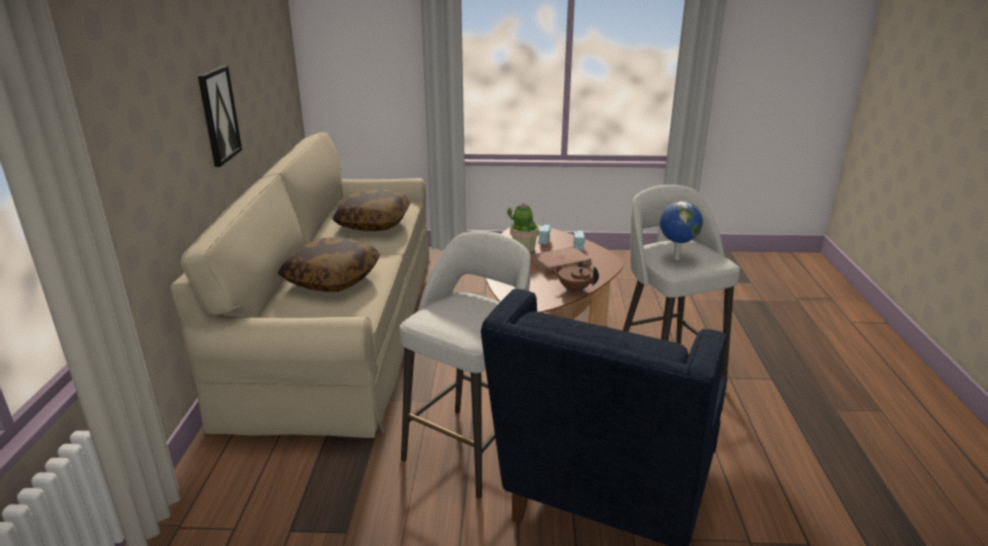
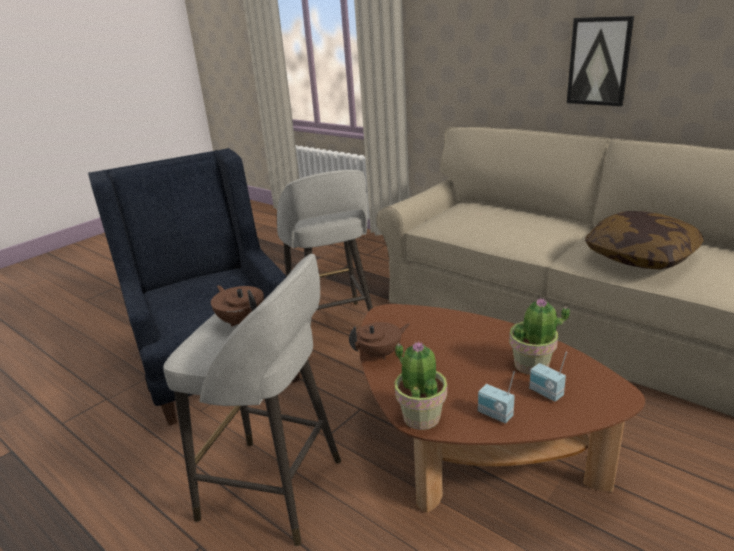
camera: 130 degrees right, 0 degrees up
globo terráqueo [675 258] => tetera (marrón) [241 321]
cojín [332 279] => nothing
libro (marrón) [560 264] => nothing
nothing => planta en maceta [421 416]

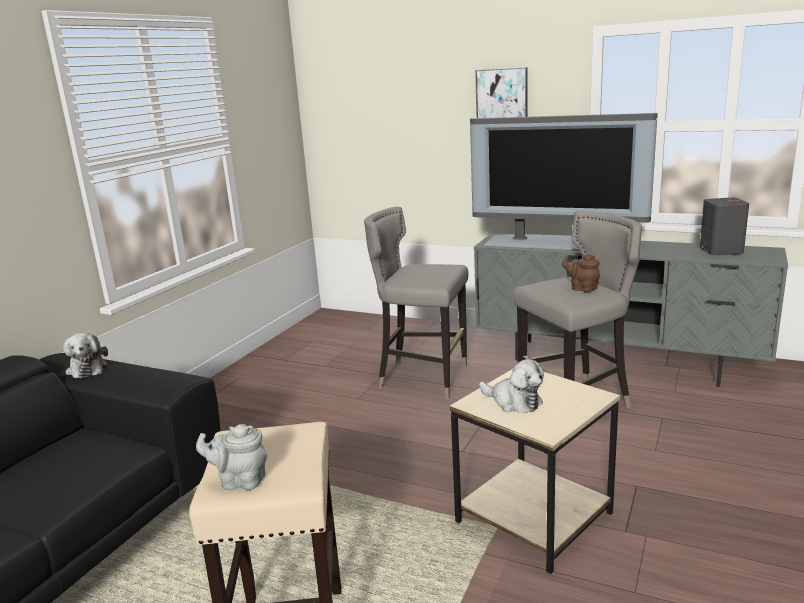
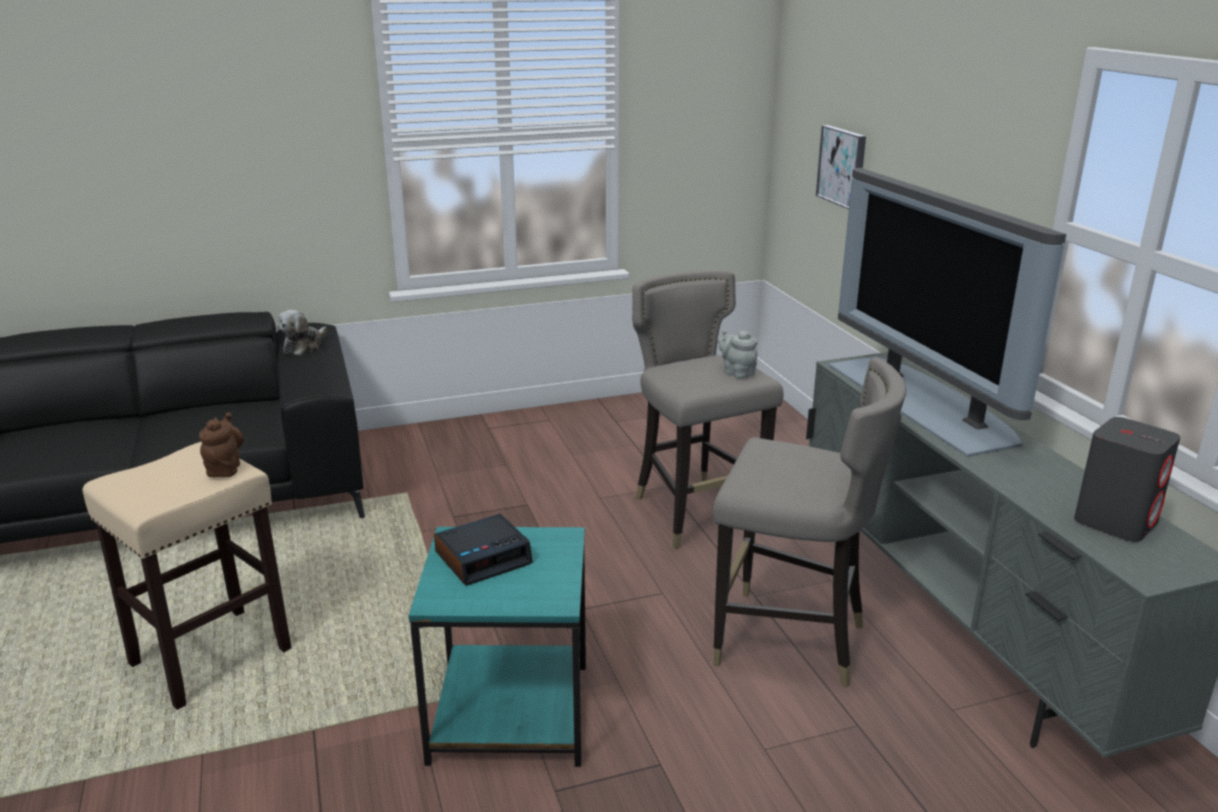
camera: 45 degrees right, 5 degrees up
cuadro [502 95] => cuadro [843 166], shifted
tetera (marrón) [582 288] => tetera (marrón) [225 468], shifted
peluche [514 402] => despertador [483 557]
mesa auxiliar (beis) [533 516] => mesa auxiliar (turquesa) [512 711]
tetera (gris) [240 481] => tetera (gris) [736 372], shifted

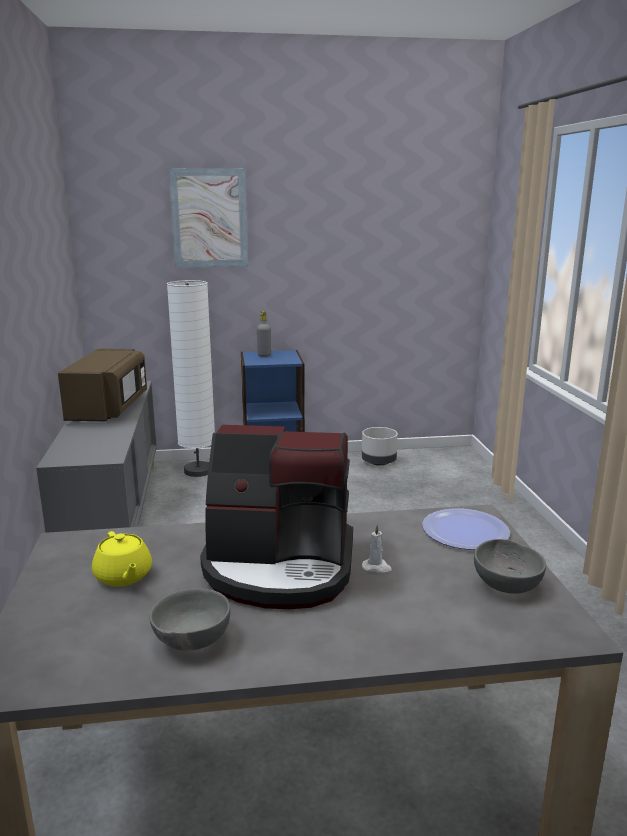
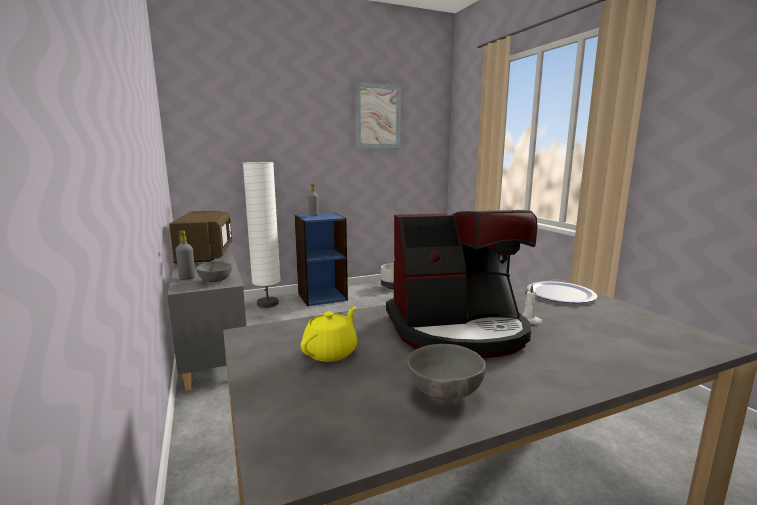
camera: 15 degrees left, 5 degrees down
cuadro [209 218] => cuadro [378 116], shifted
tetera (amarillo) [123 576] => tetera (amarillo) [331 352], 105 degrees counterclockwise
cuenco (gris) [507 585] => cuenco (gris) [216 280], shifted
nothing => botella (gris) [187 278]

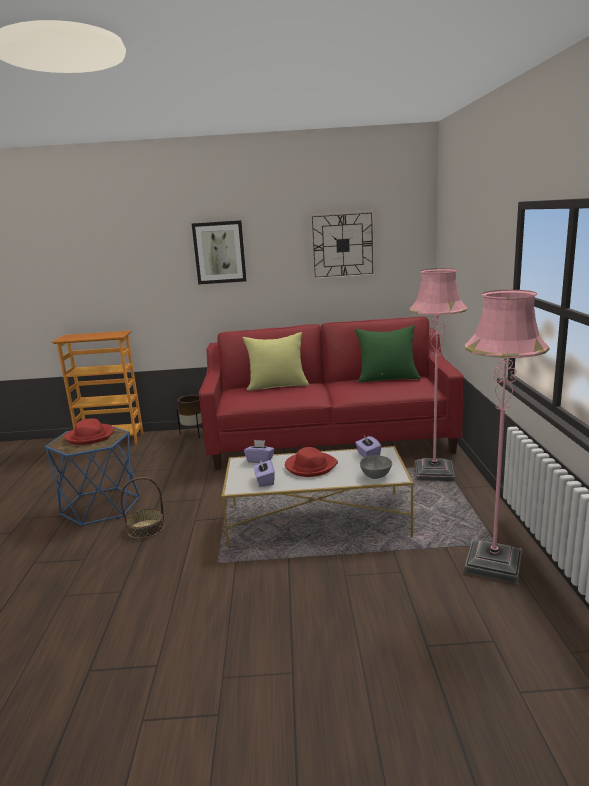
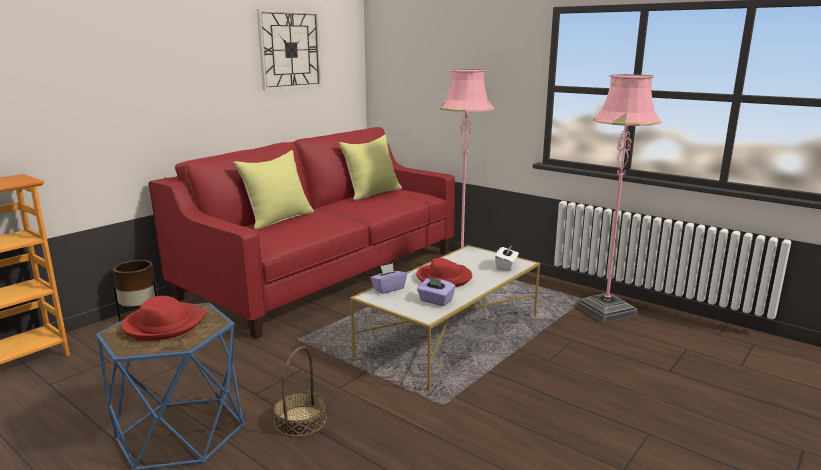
camera: 50 degrees left, 0 degrees up
cuadro [219 252] => nothing
cojín (verde) [387 378] => cojín (amarillo) [372 193]
caja de pañuelos (morado) [368 455] => nothing
cuenco (gris) [376 475] => caja de pañuelos (blanco) [506 267]

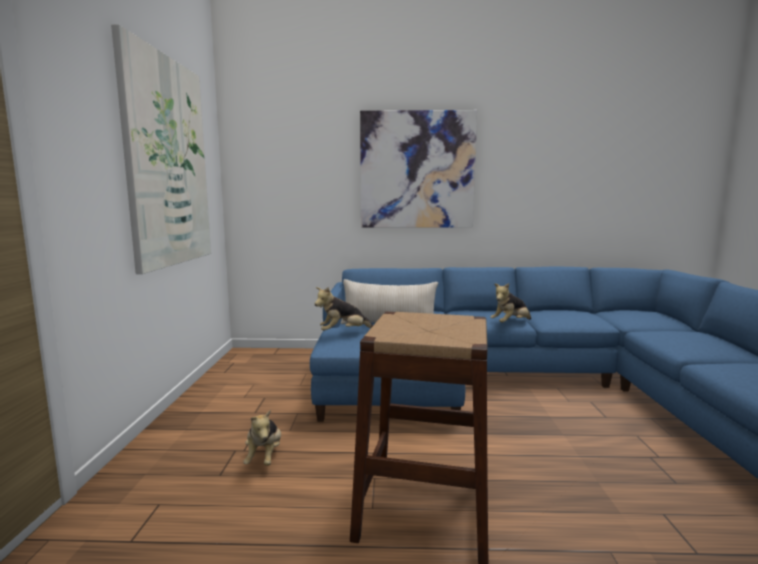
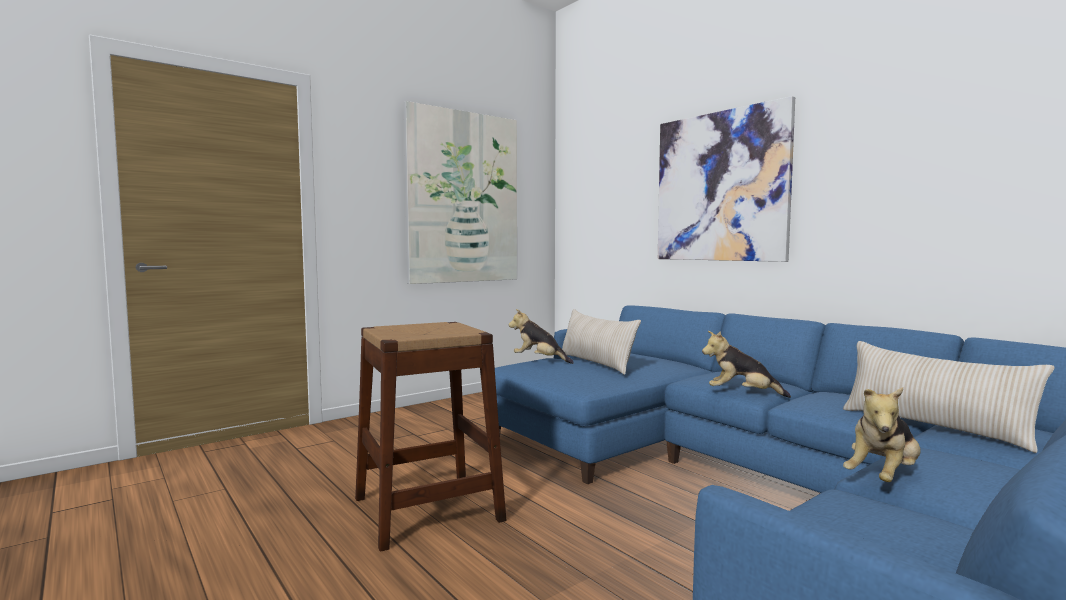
camera: 50 degrees right, 5 degrees down
peluche [264 457] => peluche [883 477], shifted
nothing => cojín (beis) [933 427]

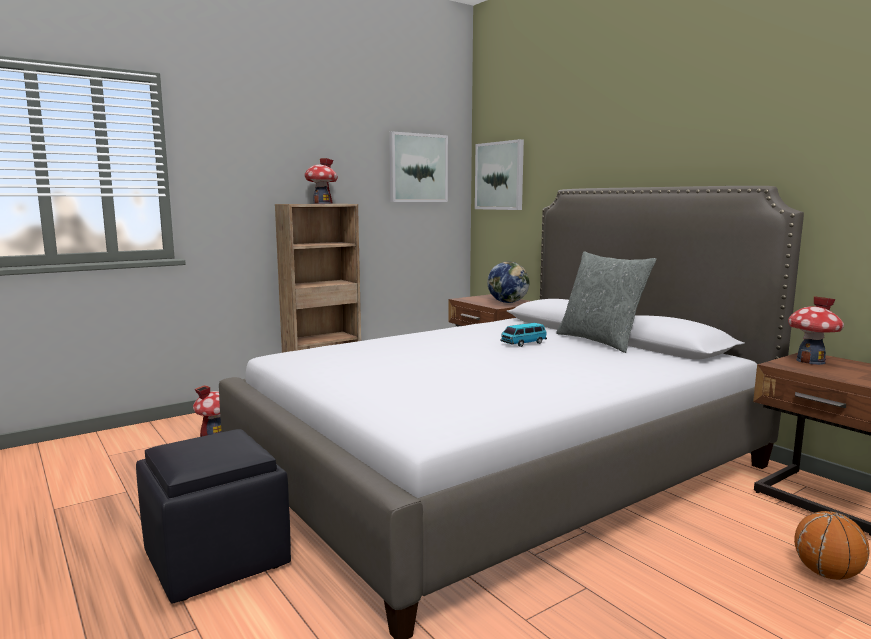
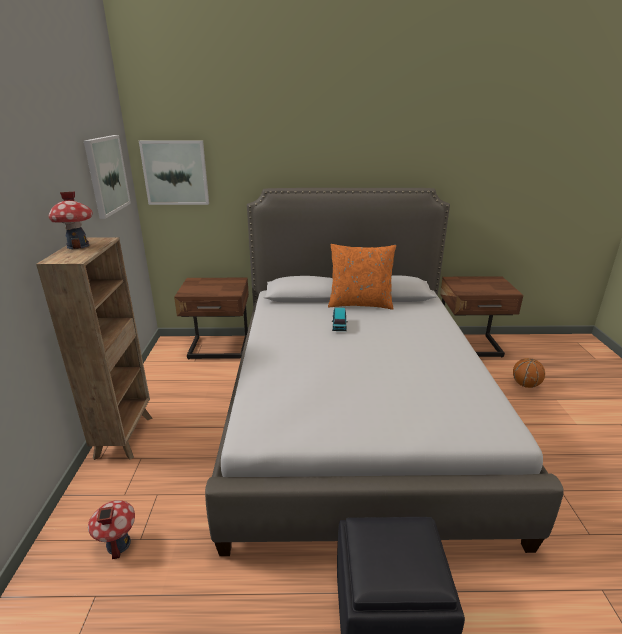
camera: 55 degrees left, 15 degrees up
cojín (gris) [600 341] => cojín (naranja) [360 304]
globo terráqueo [508 302] => nothing
casita [811 361] => nothing

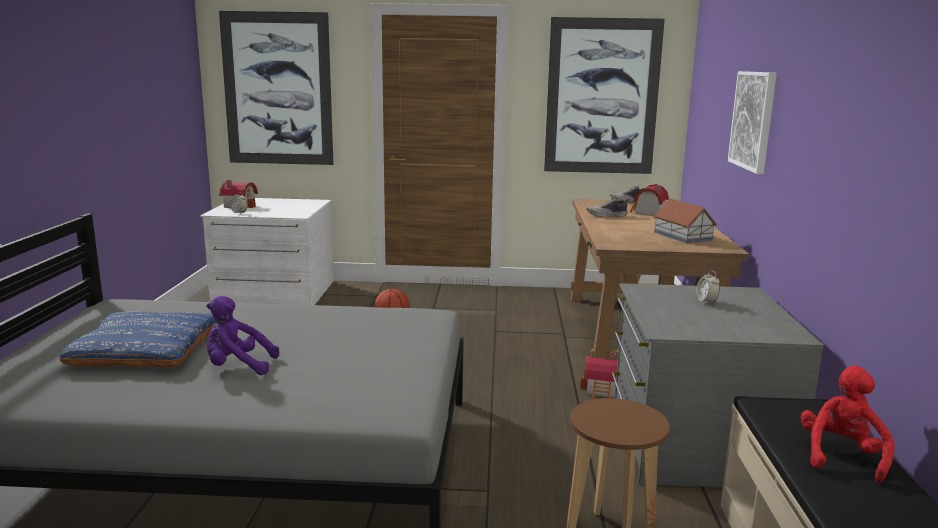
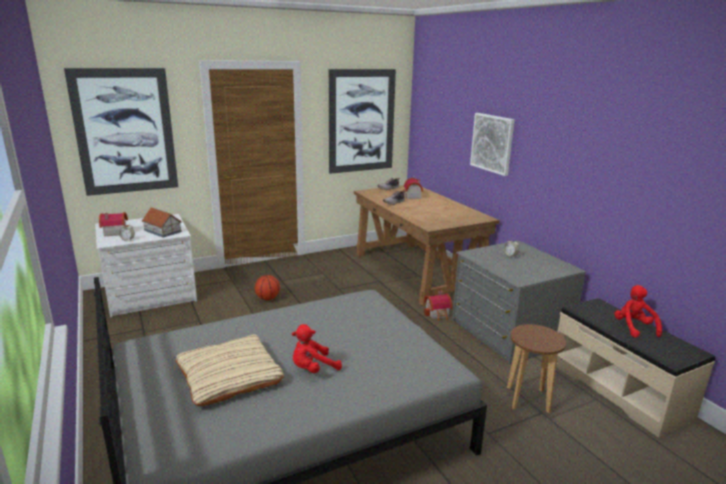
camera: 30 degrees left, 5 degrees up
casita [682 236] => casita [162 231], shifted
peluche (morado) [238 367] => peluche (rojo) [313 369]
cojín (azul) [145 349] => cojín (beis) [229 375]

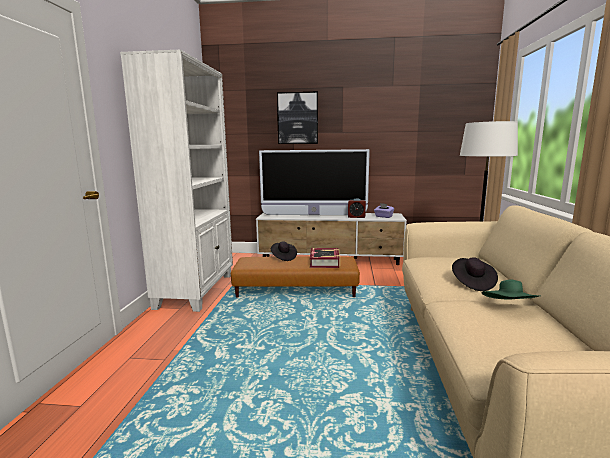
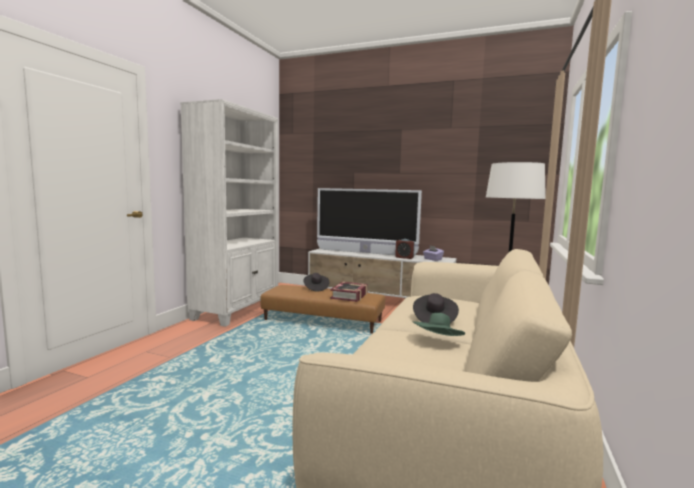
camera: 15 degrees right, 5 degrees down
cuadro [297 118] => nothing

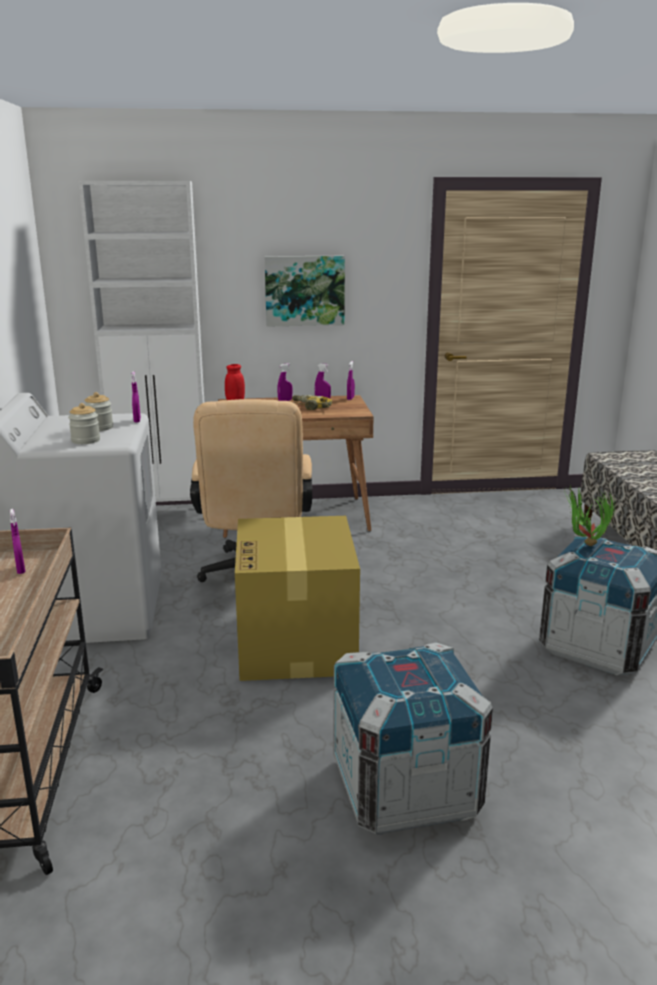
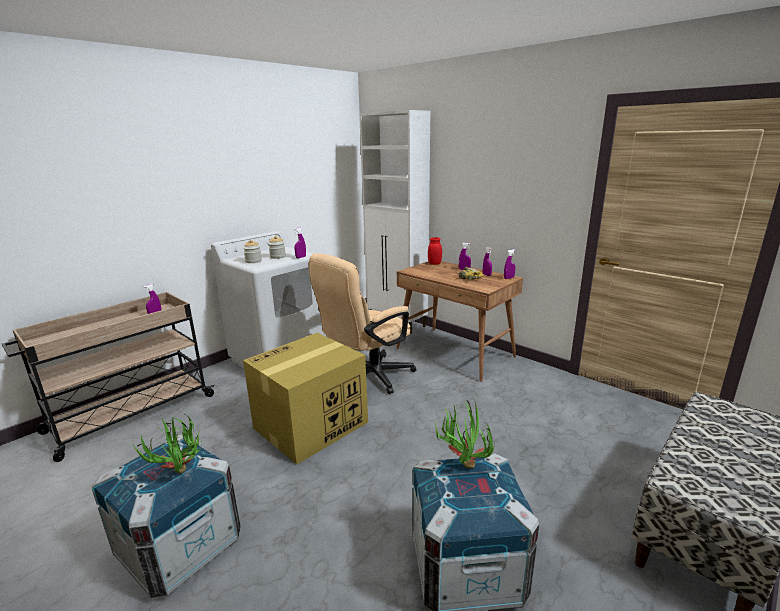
camera: 50 degrees right, 0 degrees up
cuadro [304 290] => nothing
nothing => planta en maceta [181 477]

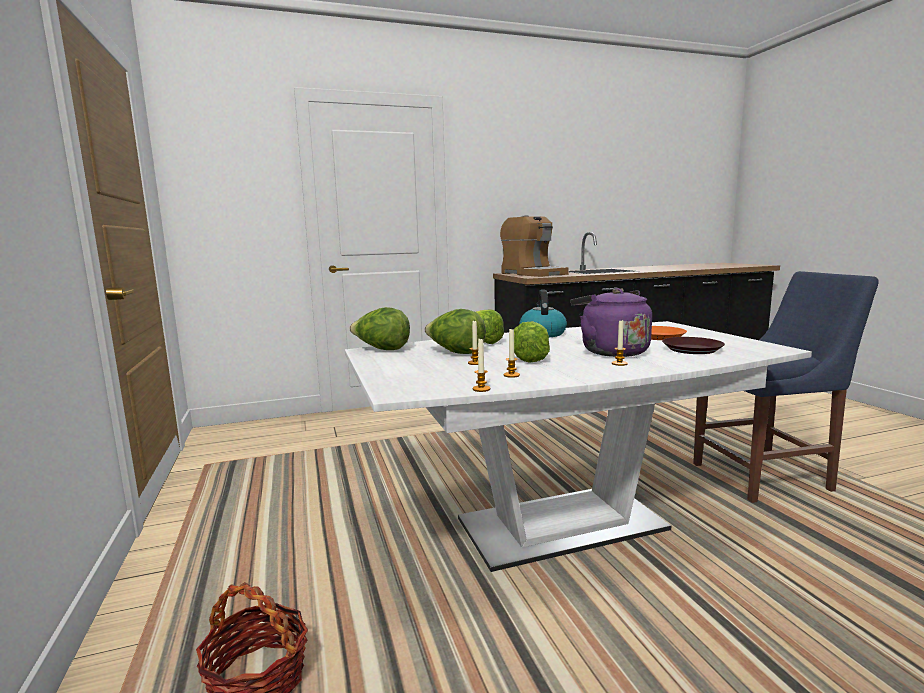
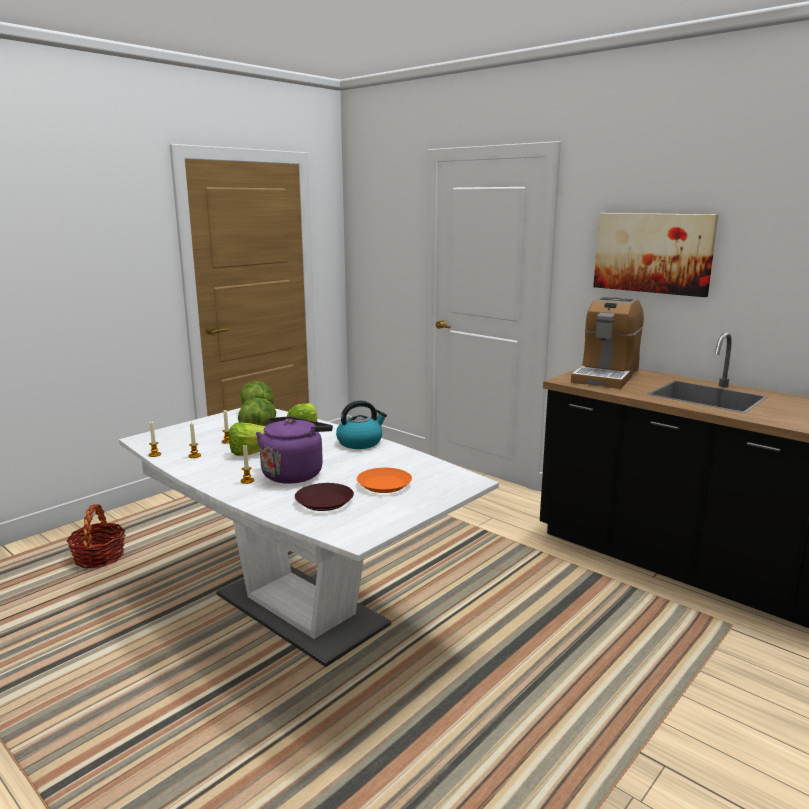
camera: 60 degrees right, 5 degrees up
silla (azul) [766 477] => nothing
nothing => cuadro [653 253]

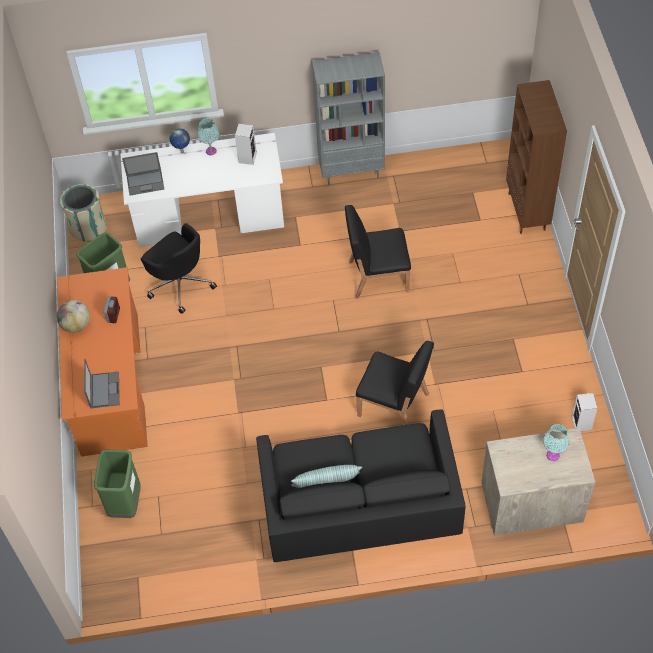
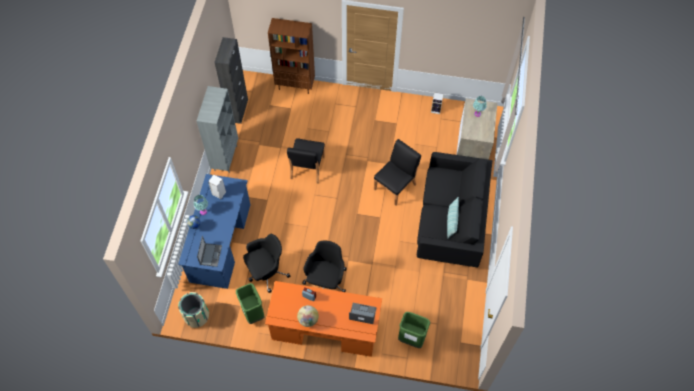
camera: 75 degrees left, 5 degrees up
escritorio (blanco) [209 215] => escritorio (azul) [220 242]
nothing => armario (negro) [238 110]
nothing => silla de oficina (negro) [326 281]

